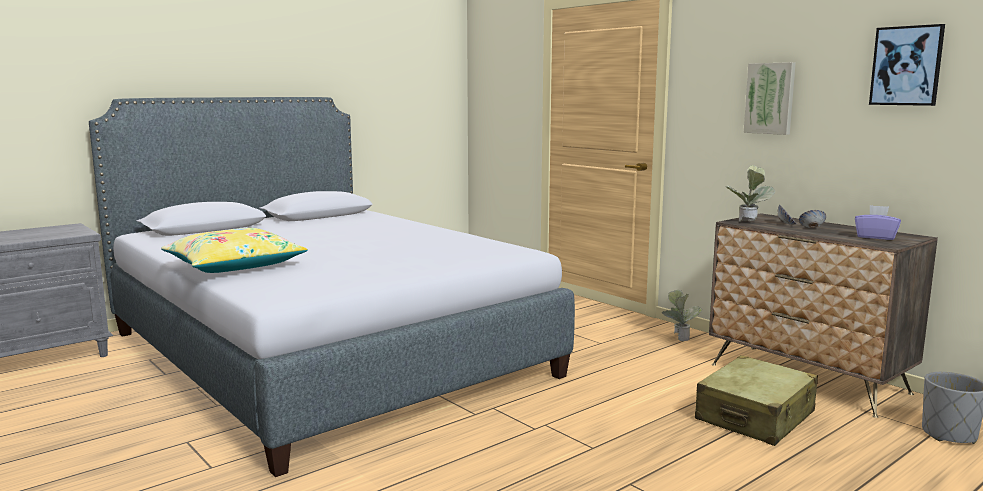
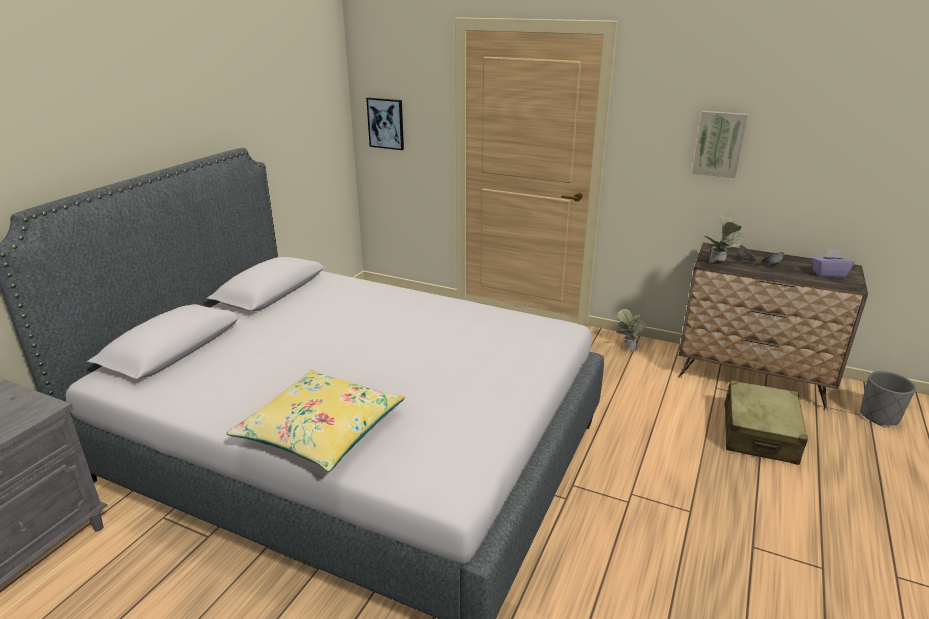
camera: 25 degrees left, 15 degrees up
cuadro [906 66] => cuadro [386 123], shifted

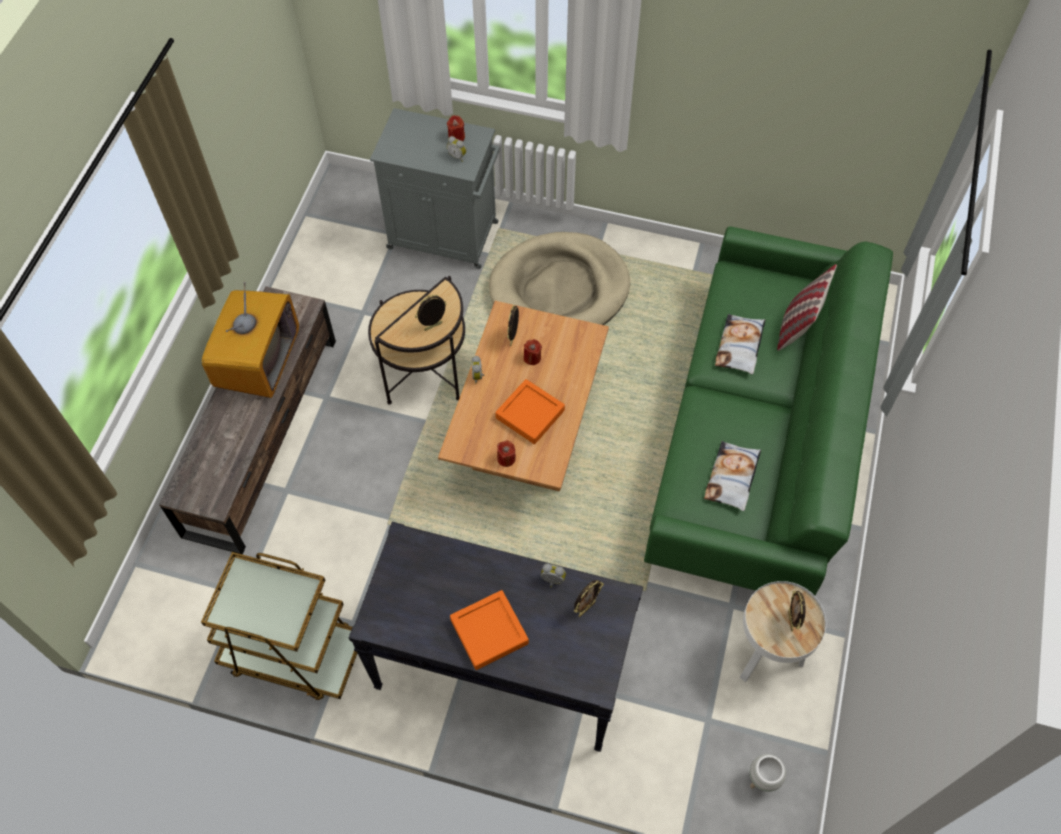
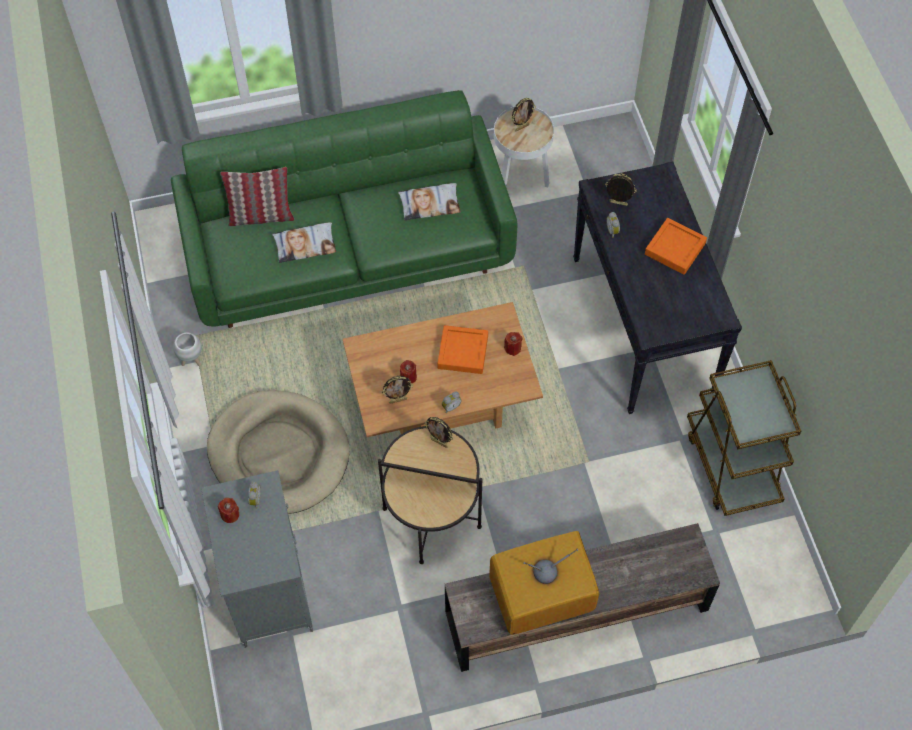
camera: 120 degrees left, 0 degrees up
maceta (blanco) [761 780] => maceta (blanco) [192 360], shifted

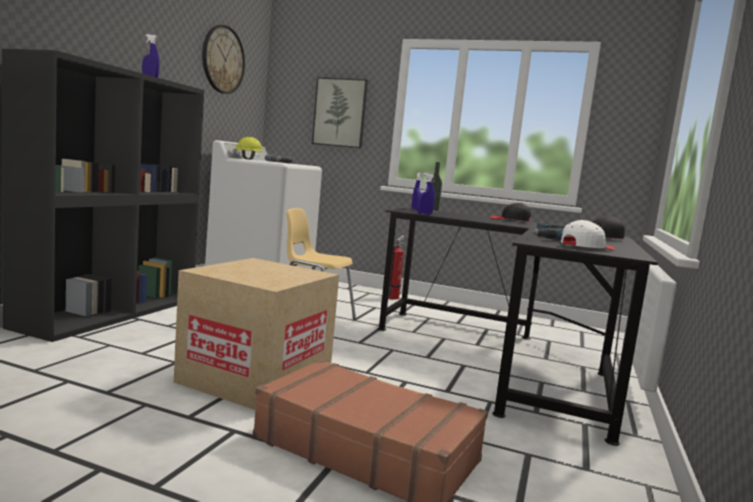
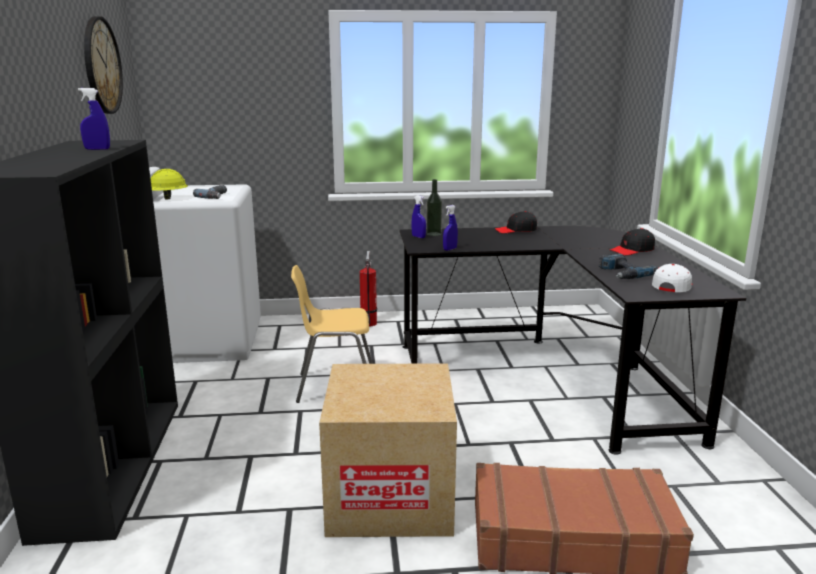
camera: 25 degrees left, 10 degrees up
cuadro [340 112] => nothing

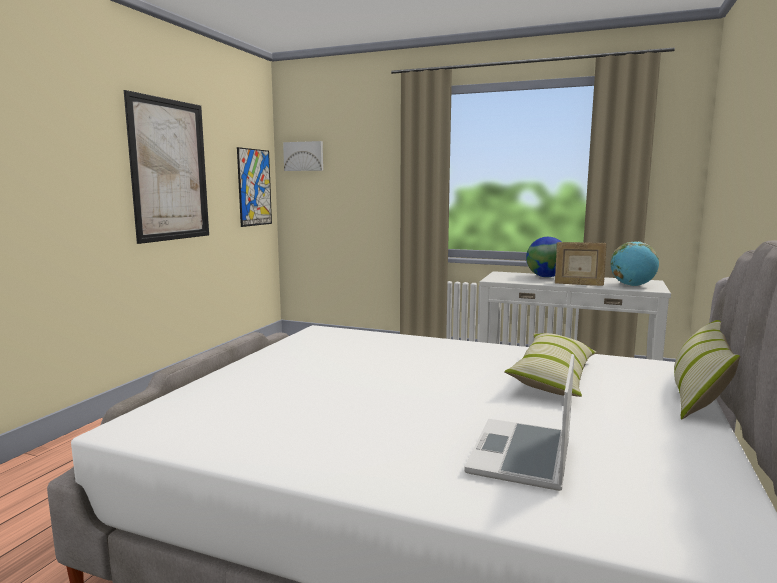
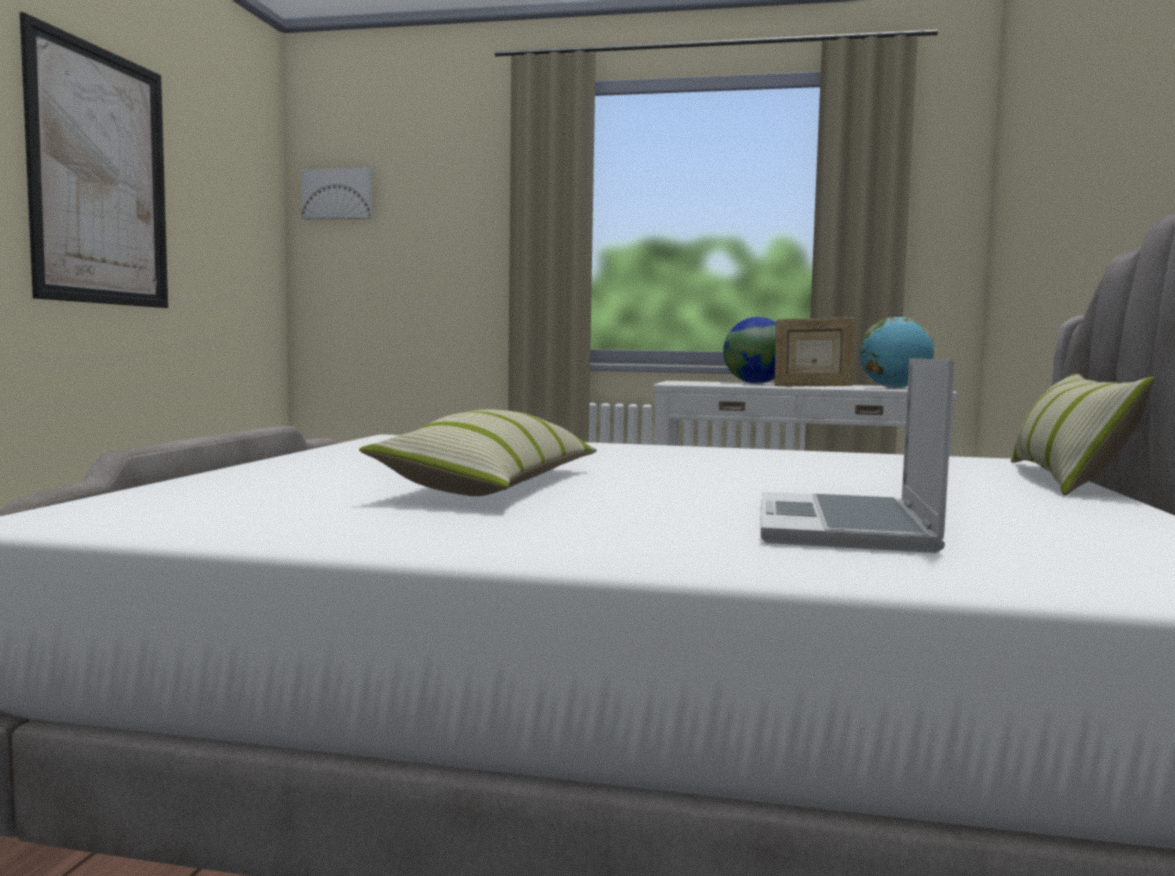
camera: 10 degrees left, 5 degrees down
cuadro [254 187] => nothing
cojín [553 377] => cojín [493 485], shifted

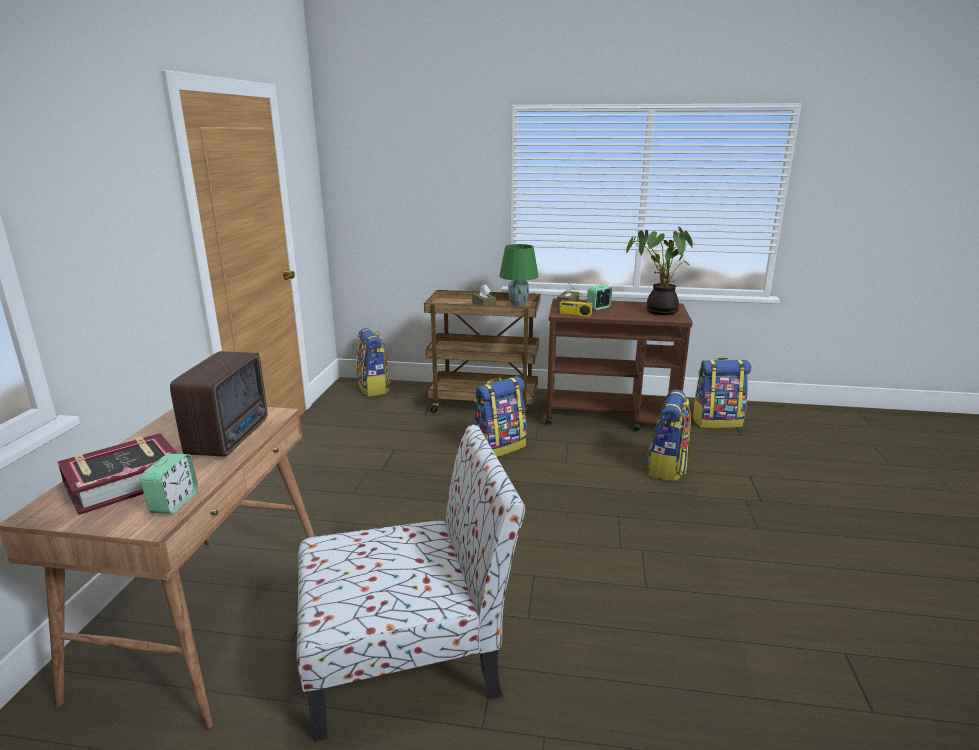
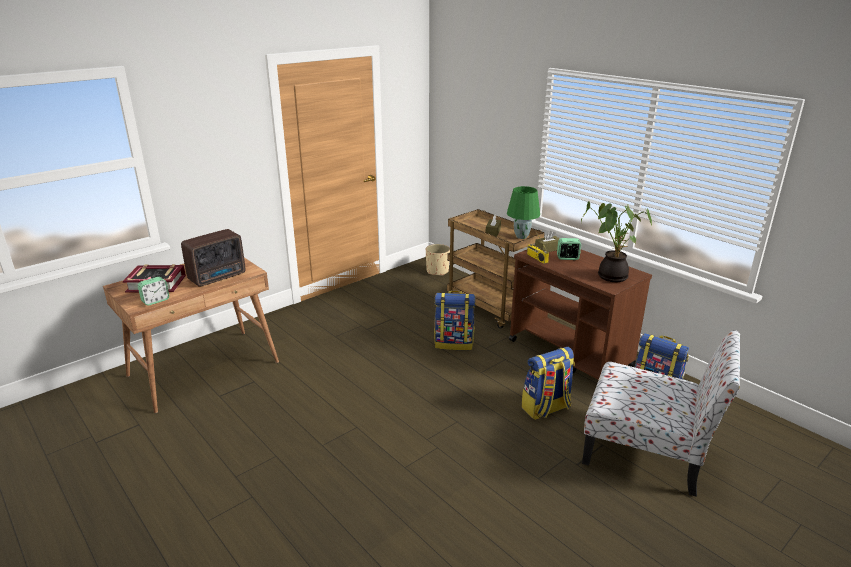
camera: 40 degrees right, 5 degrees up
mochila [374 388] => maceta (beis) [437 271]
silla [408 657] => silla [647 452], shifted

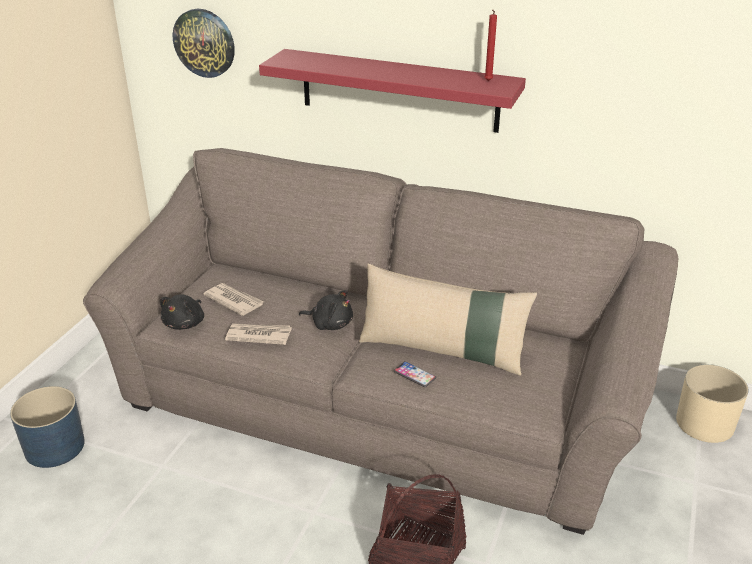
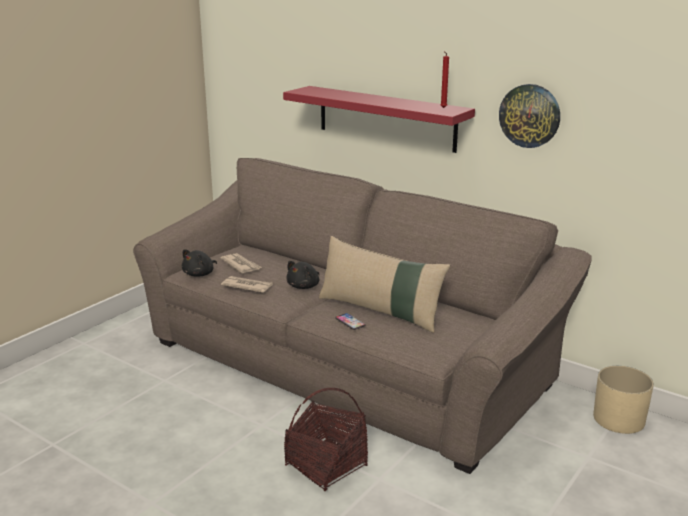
camera: 15 degrees right, 10 degrees down
reloj de pared [204 43] => reloj de pared [529 115], shifted
peluche (negro) [330 324] => peluche (negro) [304 286], 90 degrees clockwise
maceta (azul) [55 446] => nothing

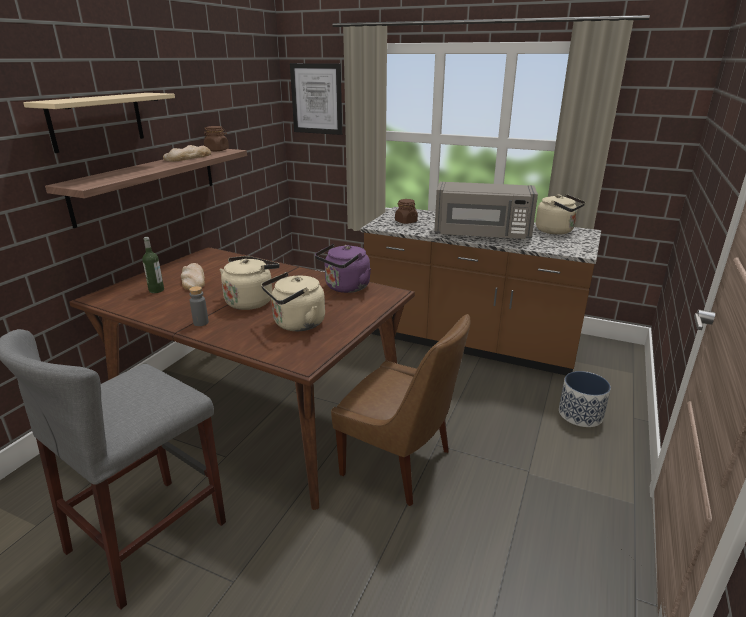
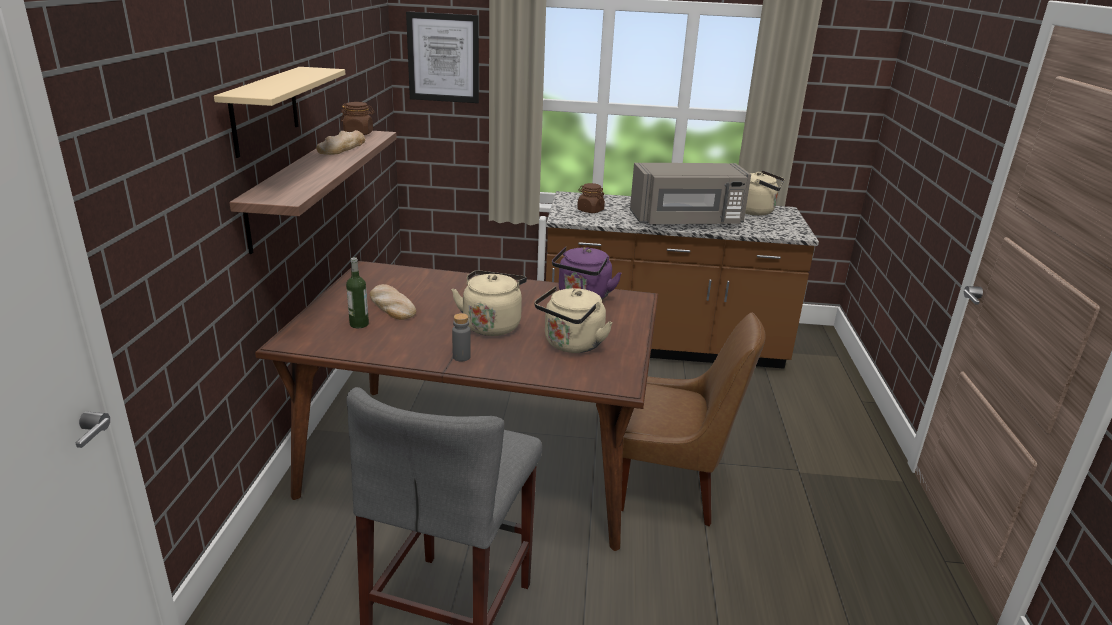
camera: 20 degrees left, 0 degrees up
maceta [580 414] => nothing

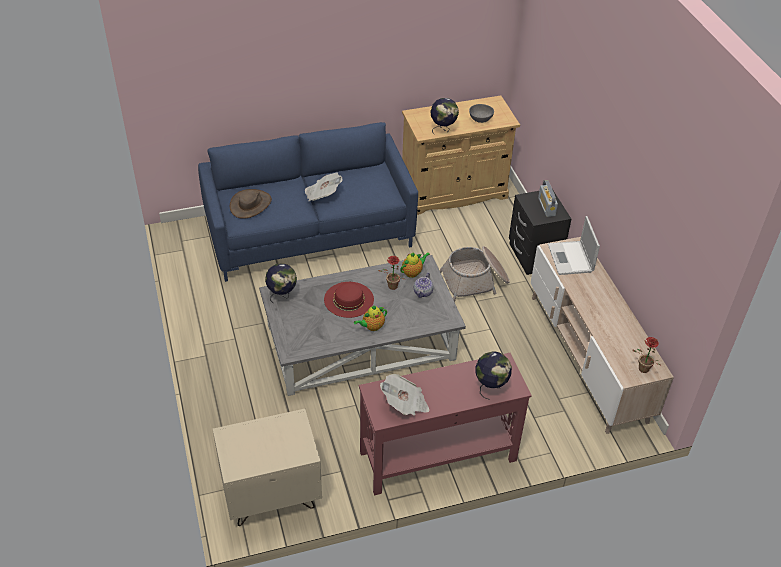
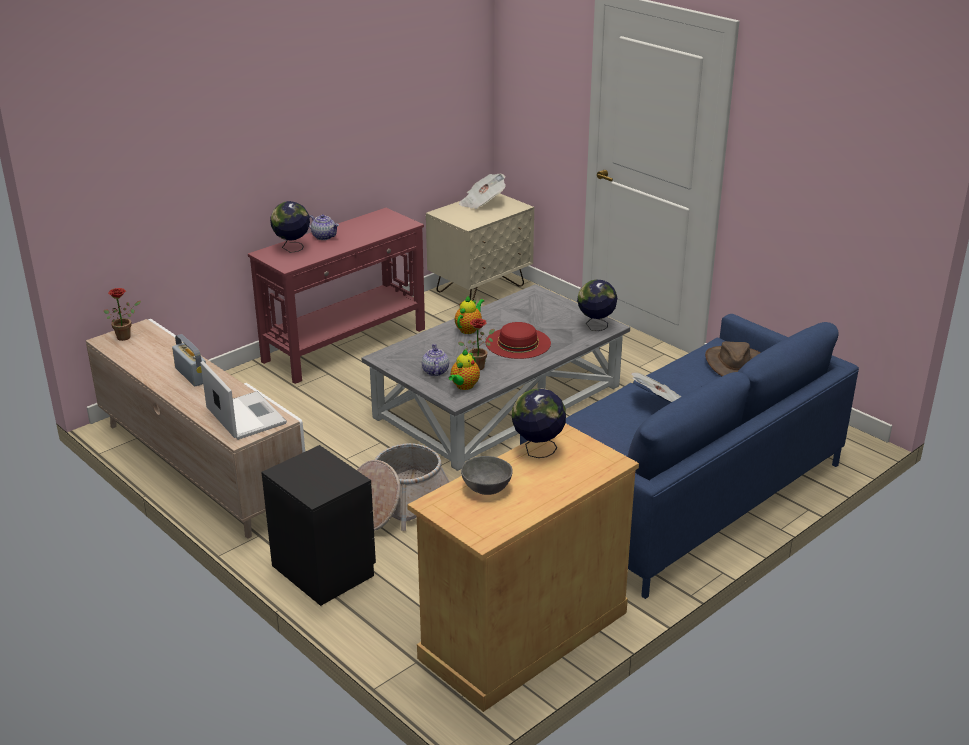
camera: 155 degrees right, 15 degrees down
radio [546 207] => radio [191 375], shifted
periódico [405 404] => periódico [482 203], shifted
nothing => tetera [324 237]

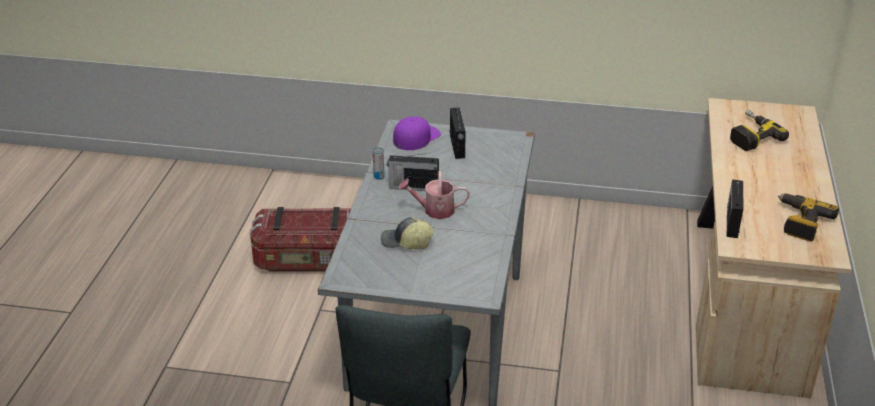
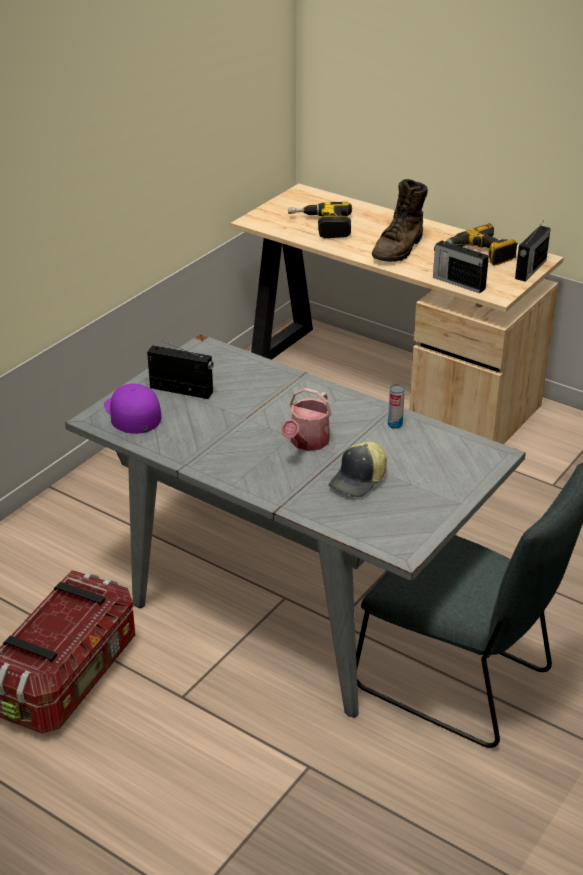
camera: 65 degrees left, 0 degrees up
lata [379 176] => lata [395 424], shifted
radio [413 187] => radio [530 270], shifted
nothing => bota (marrón) [399 249]

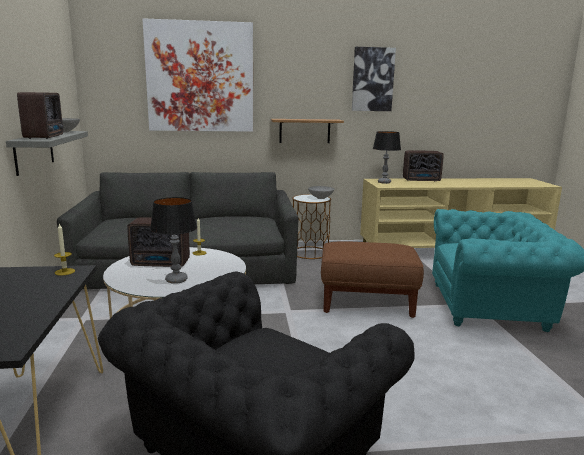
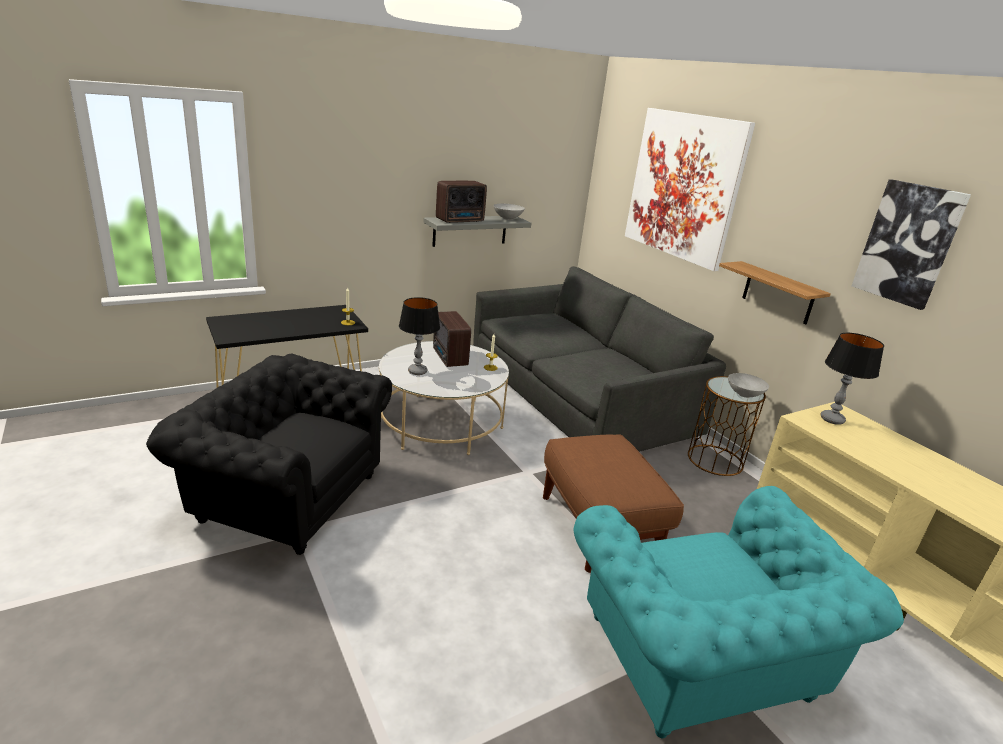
camera: 65 degrees right, 10 degrees up
radio [422 180] => nothing

